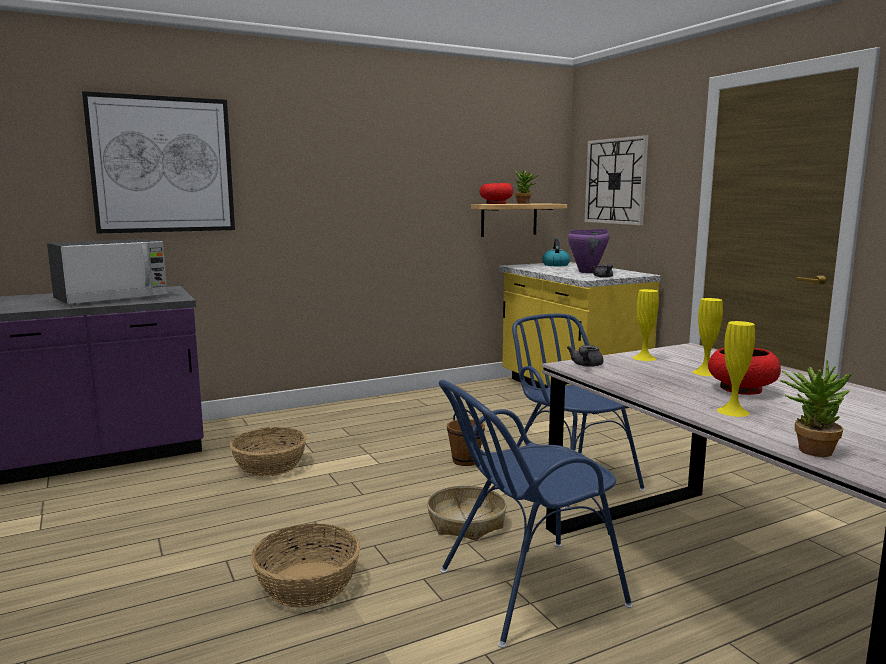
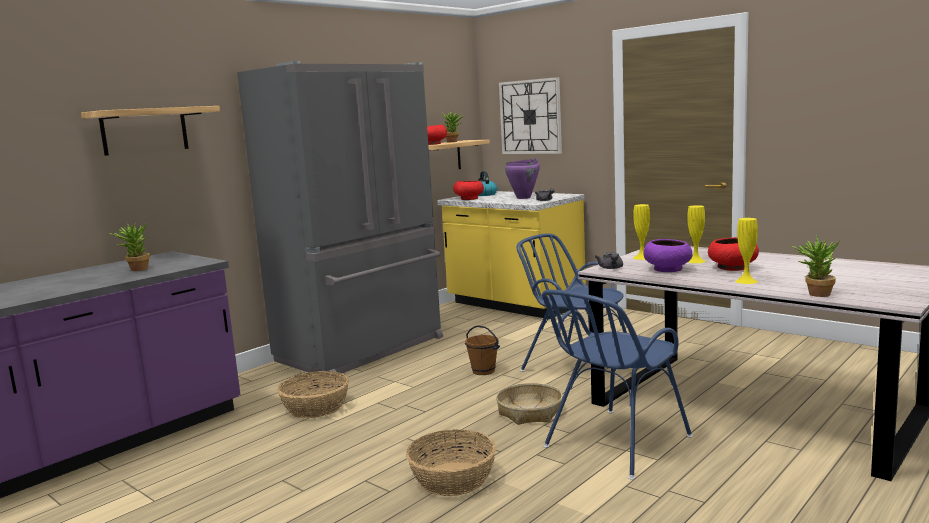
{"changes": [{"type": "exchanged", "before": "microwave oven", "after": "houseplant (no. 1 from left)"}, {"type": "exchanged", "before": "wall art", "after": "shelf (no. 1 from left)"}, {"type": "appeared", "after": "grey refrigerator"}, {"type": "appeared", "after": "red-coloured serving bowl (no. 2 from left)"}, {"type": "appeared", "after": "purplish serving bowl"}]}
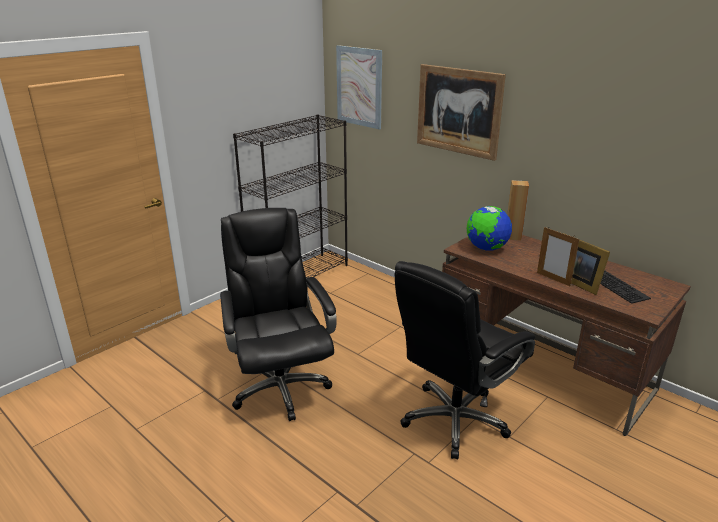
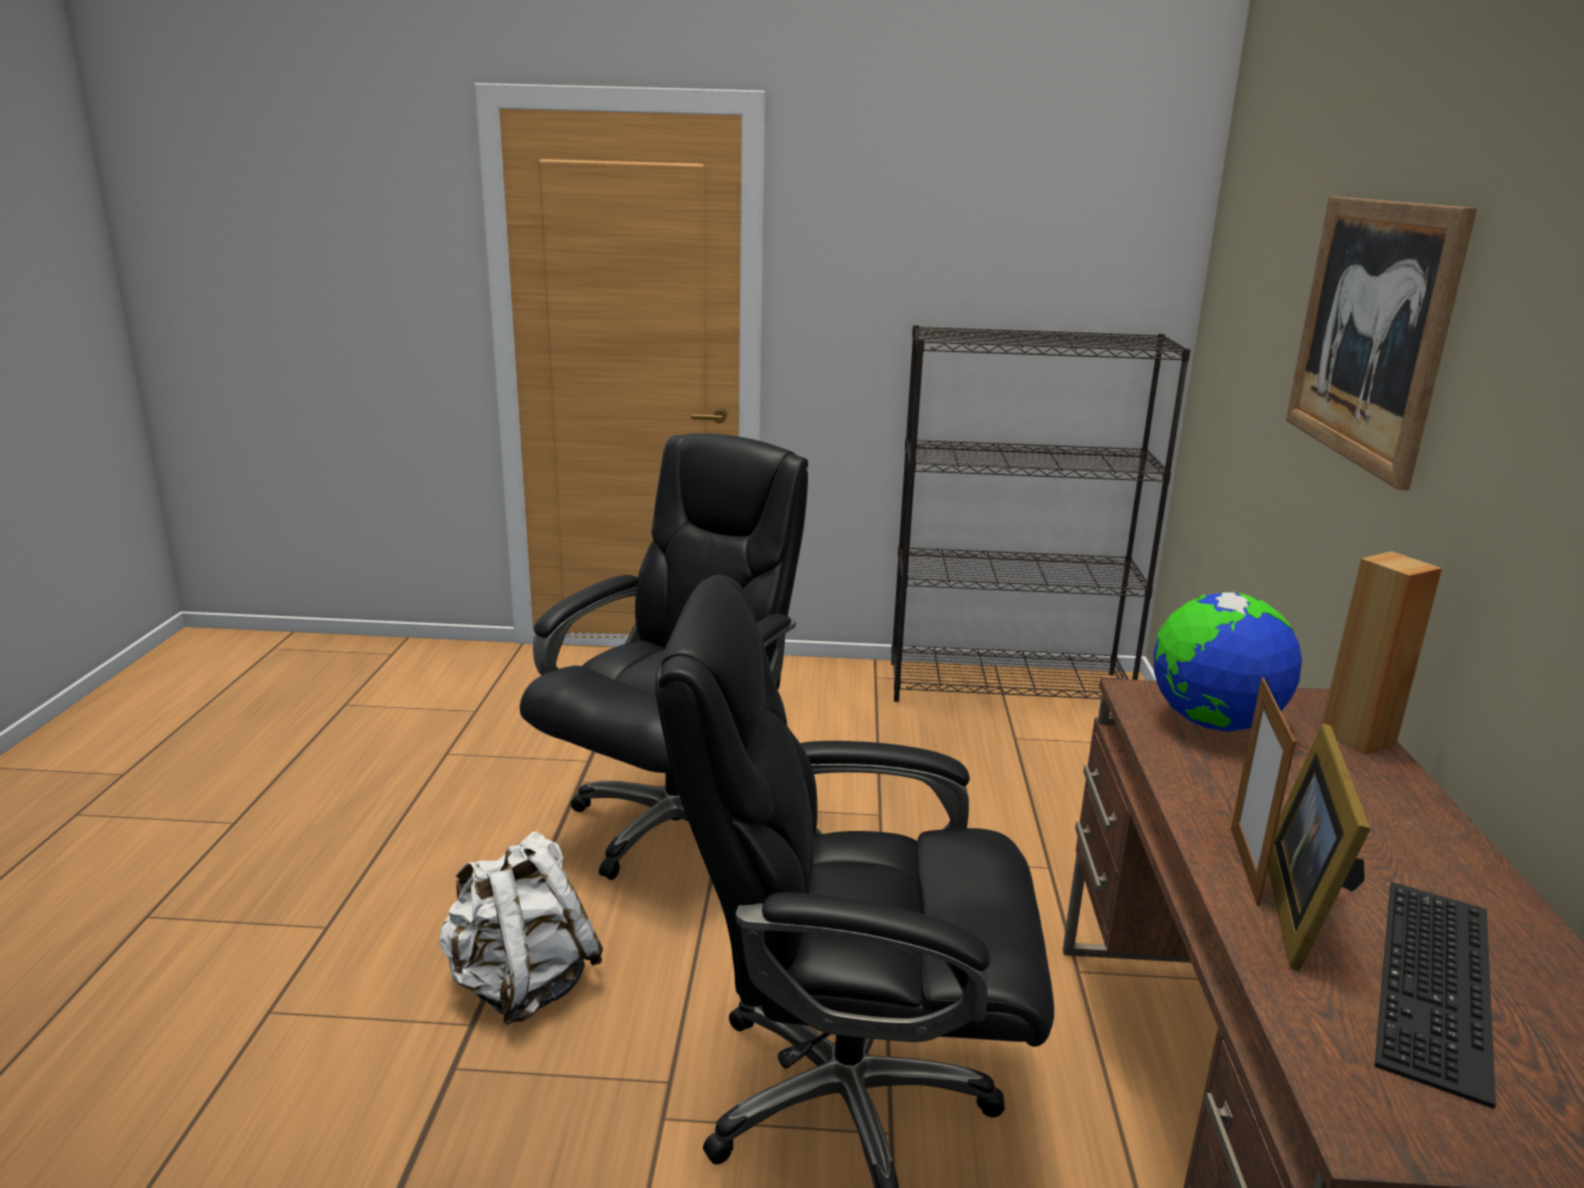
{"changes": [{"type": "missing", "before": "wall art (no. 1 from left)"}, {"type": "appeared", "after": "white-coloured knapsack"}]}
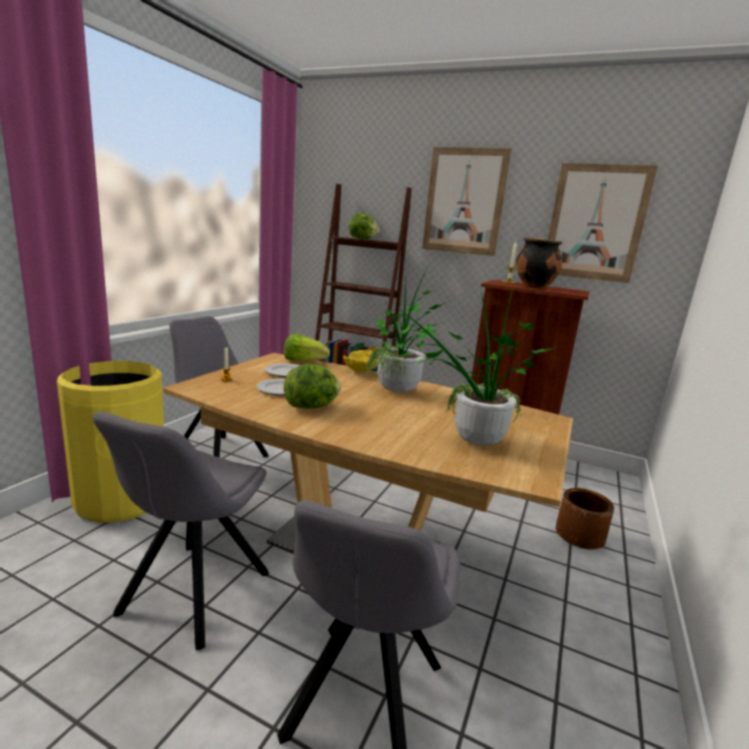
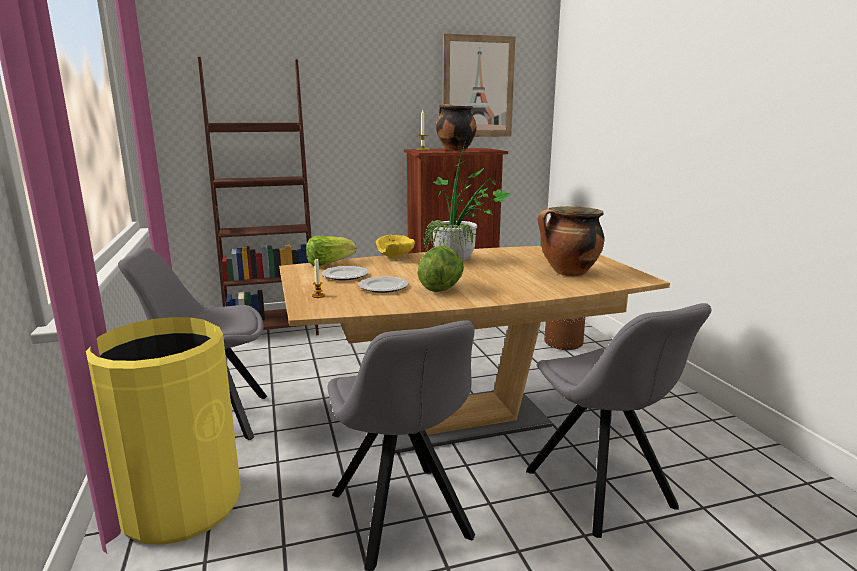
{"changes": [{"type": "missing", "before": "lettuce (no. 3 from left)"}, {"type": "exchanged", "before": "houseplant (no. 2 from left)", "after": "stockpot (no. 2 from left)"}, {"type": "missing", "before": "wall art (no. 1 from left)"}]}
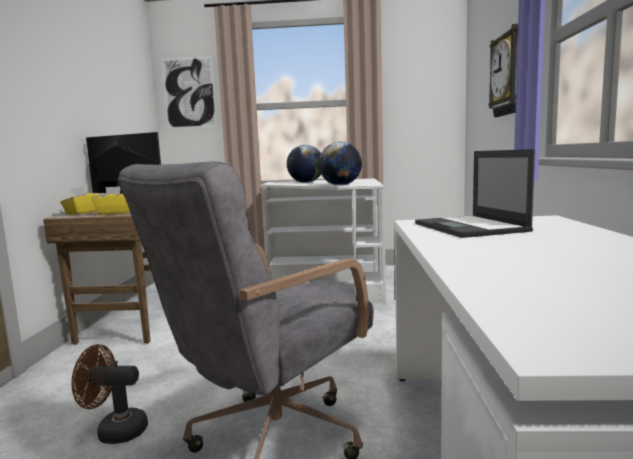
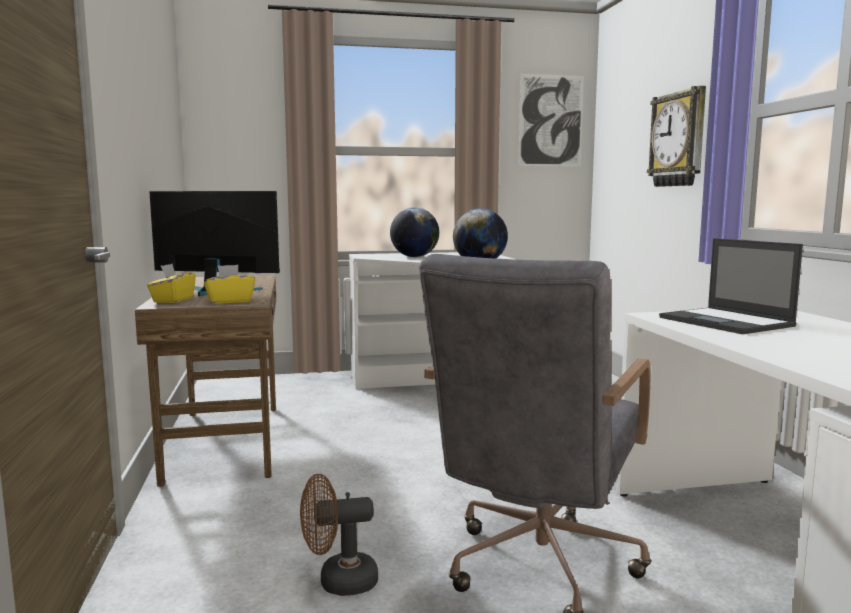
{"changes": [{"type": "relocated", "before": "wall art"}]}
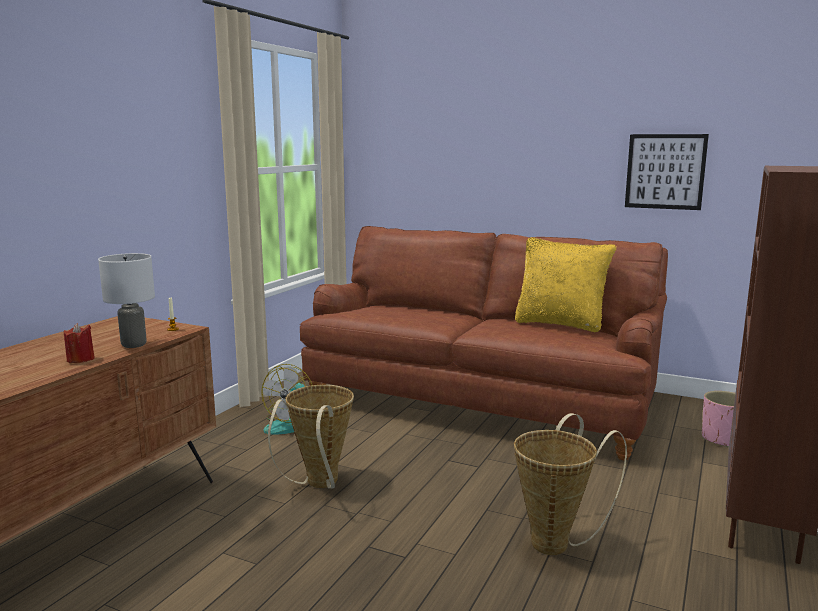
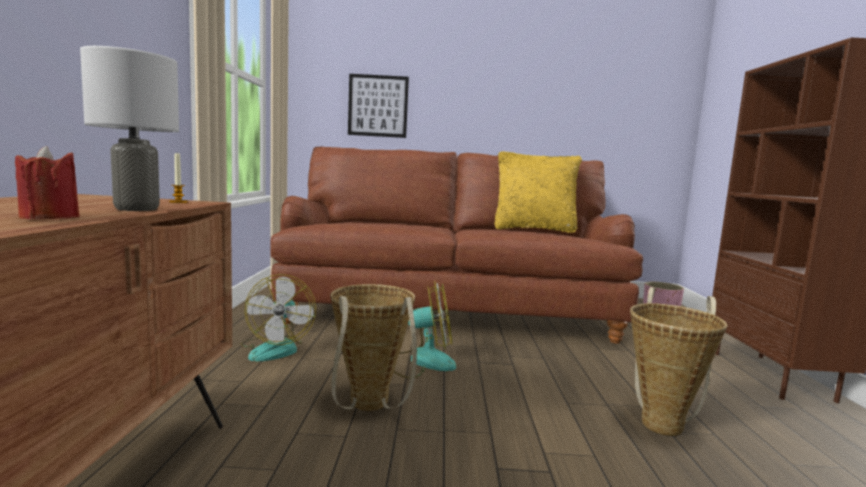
{"changes": [{"type": "relocated", "before": "wall art"}, {"type": "appeared", "after": "cooling fan (no. 2 from left)"}]}
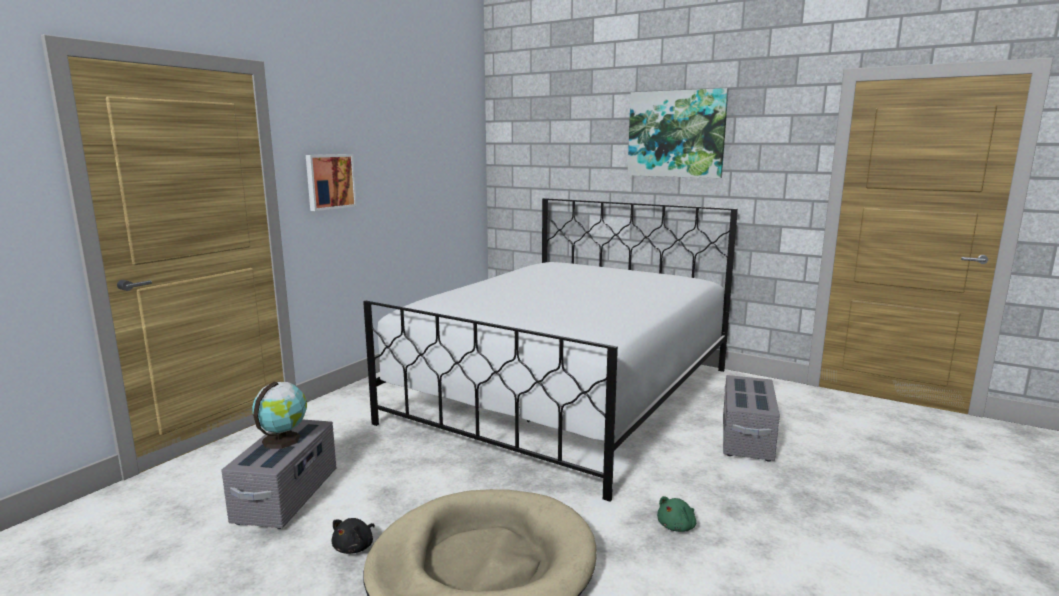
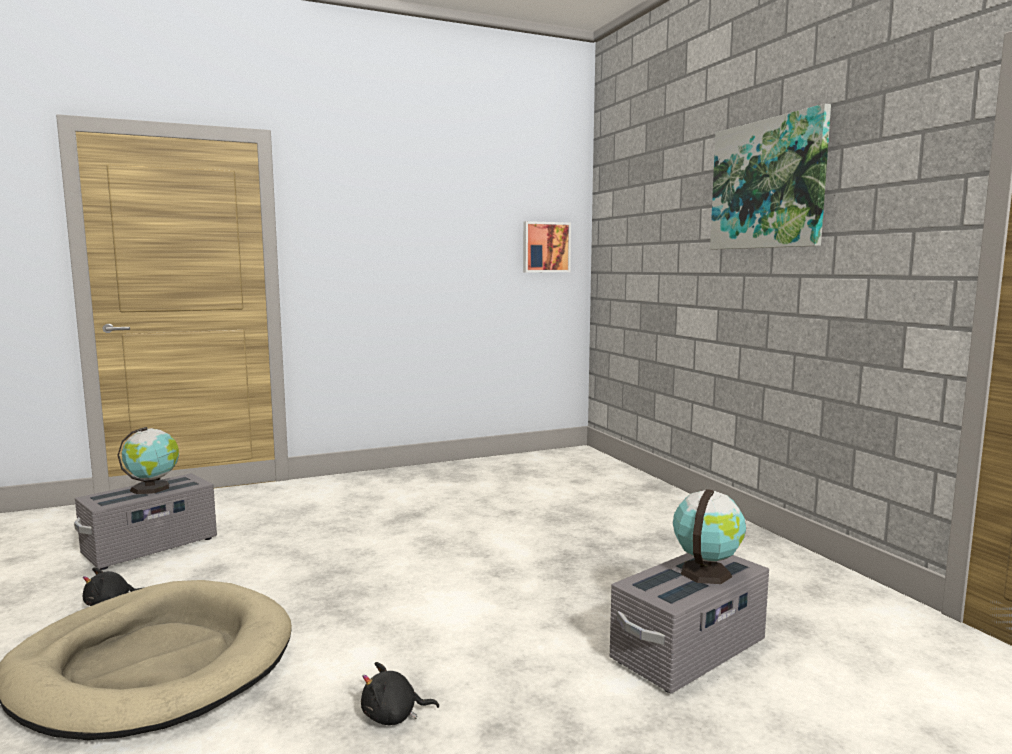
{"changes": [{"type": "relocated", "before": "wall art (no. 1 from left)"}, {"type": "missing", "before": "white-coloured bedroom bed"}, {"type": "colour", "before": "green cuddly toy", "after": "black-coloured cuddly toy (no. 2 from left)"}, {"type": "appeared", "after": "world globe (no. 2 from left)"}]}
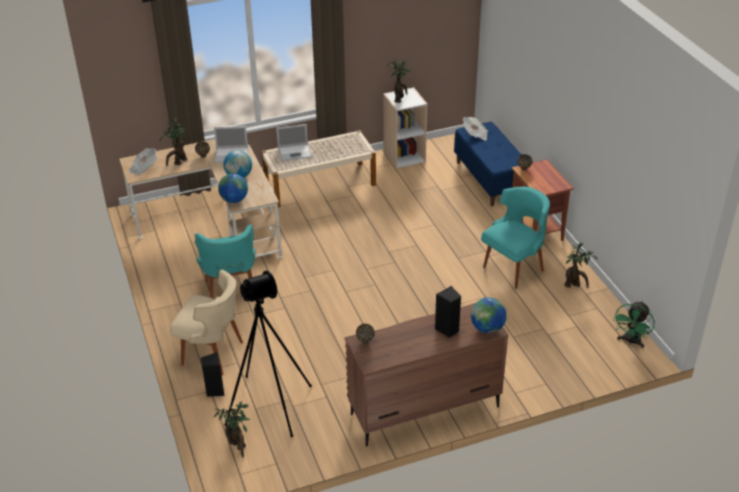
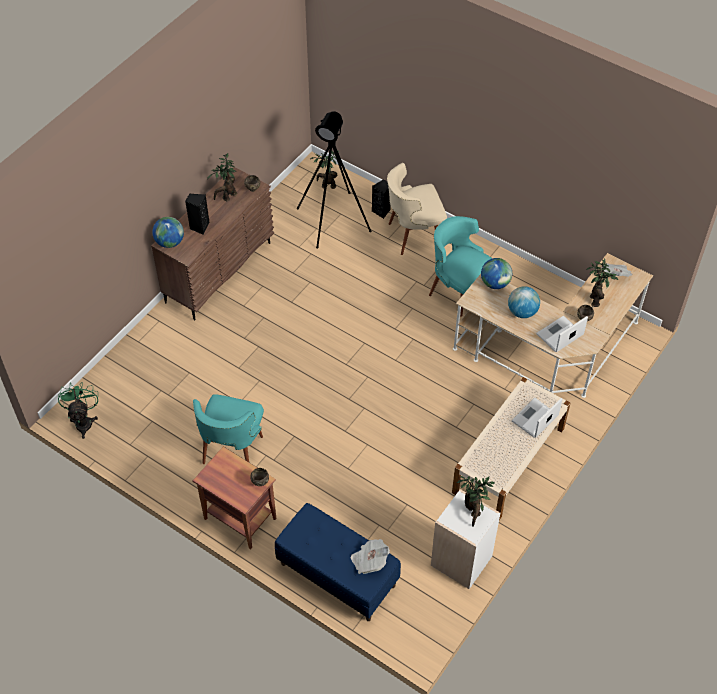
{"changes": [{"type": "relocated", "before": "houseplant (no. 4 from left in the first image)", "after": "houseplant (no. 1 from left)"}]}
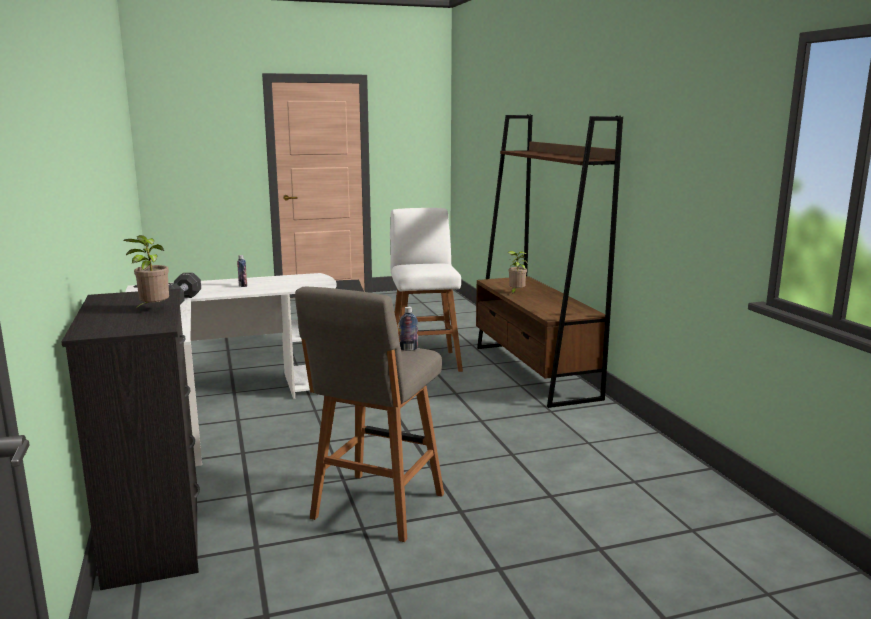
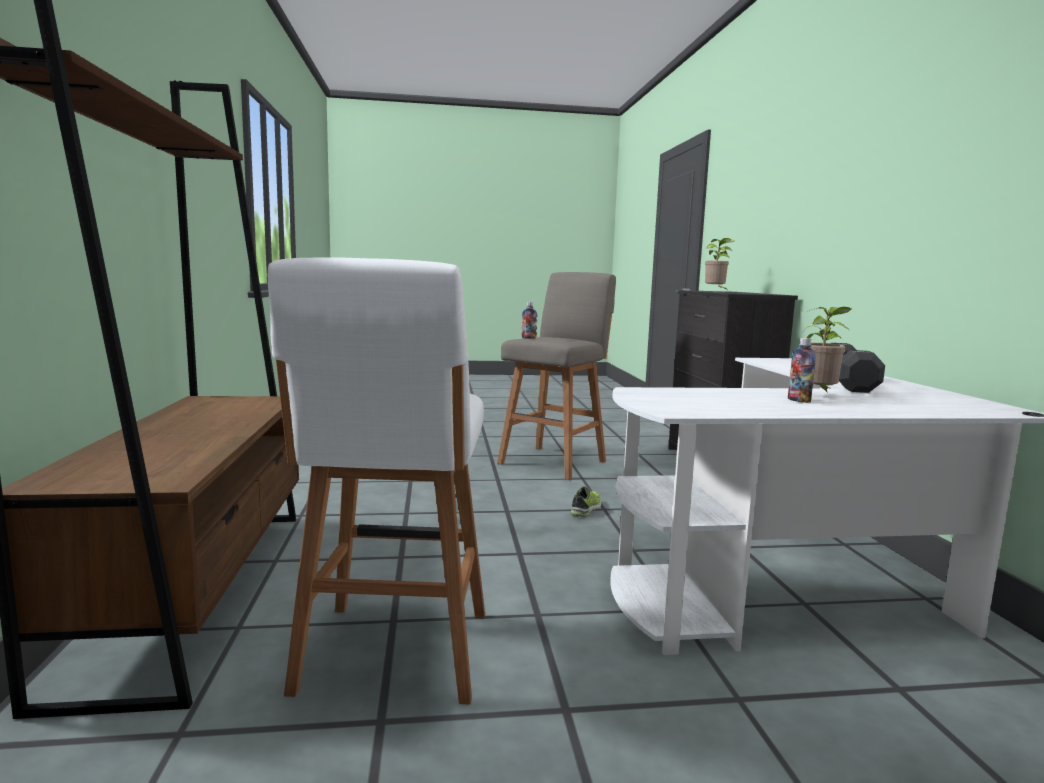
{"changes": [{"type": "relocated", "before": "houseplant (no. 2 from left)"}, {"type": "appeared", "after": "item of footwear"}]}
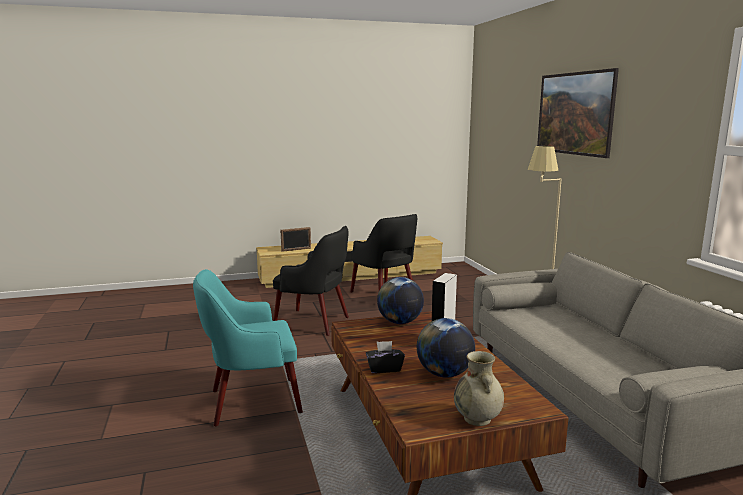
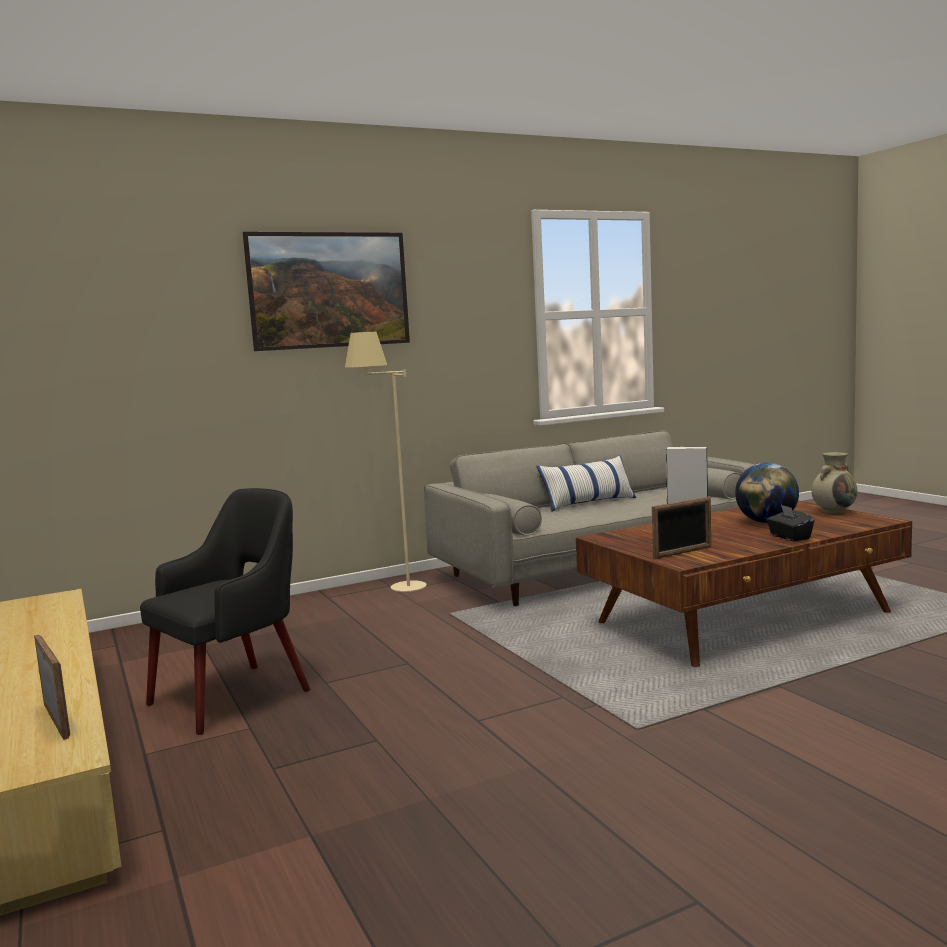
{"changes": [{"type": "missing", "before": "blue-green armchair"}, {"type": "missing", "before": "black-coloured armchair (no. 1 from left)"}, {"type": "missing", "before": "world globe (no. 1 from left)"}, {"type": "appeared", "after": "cushion"}, {"type": "appeared", "after": "picture frame (no. 2 from left)"}]}
